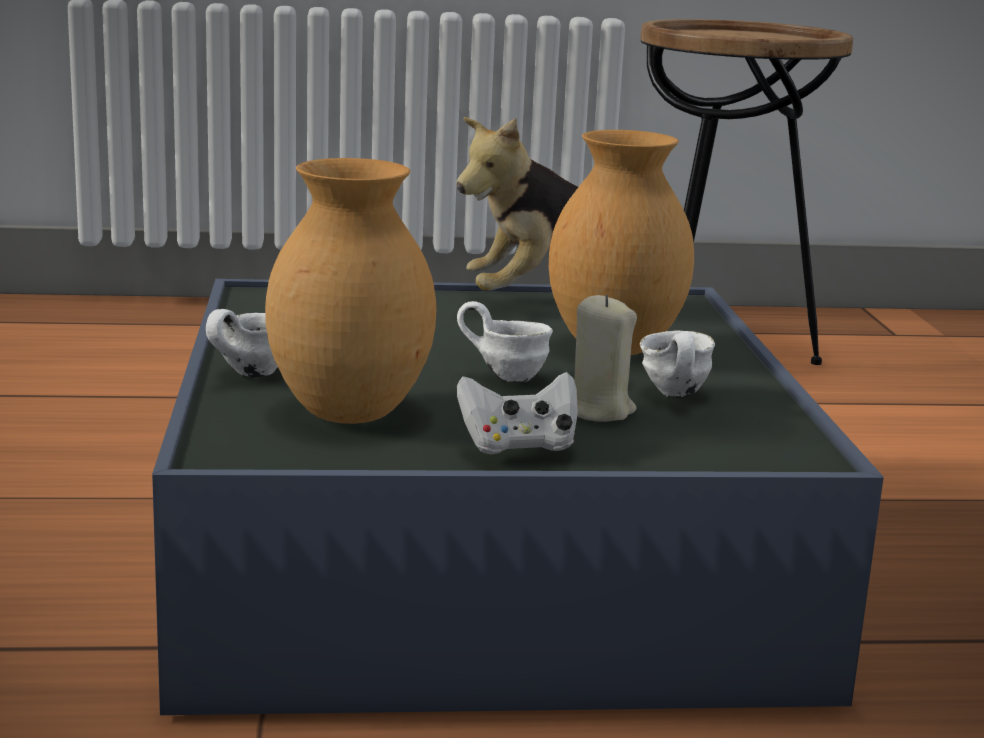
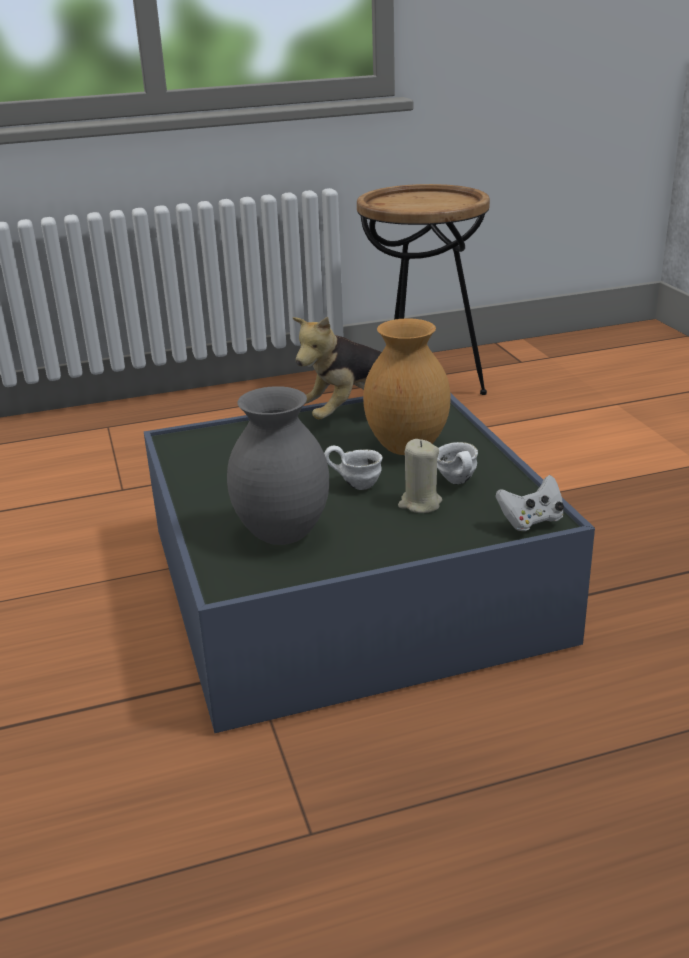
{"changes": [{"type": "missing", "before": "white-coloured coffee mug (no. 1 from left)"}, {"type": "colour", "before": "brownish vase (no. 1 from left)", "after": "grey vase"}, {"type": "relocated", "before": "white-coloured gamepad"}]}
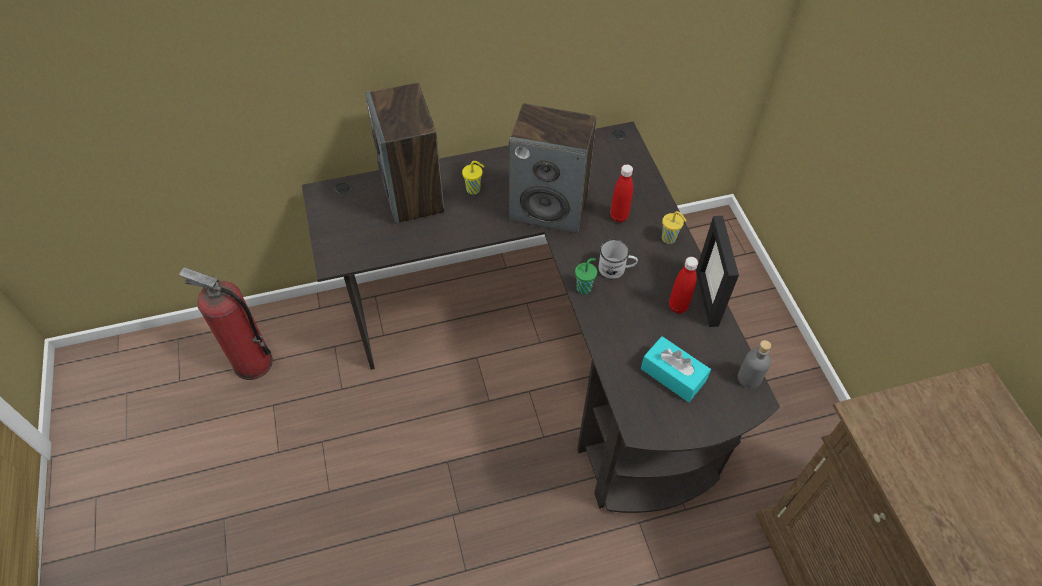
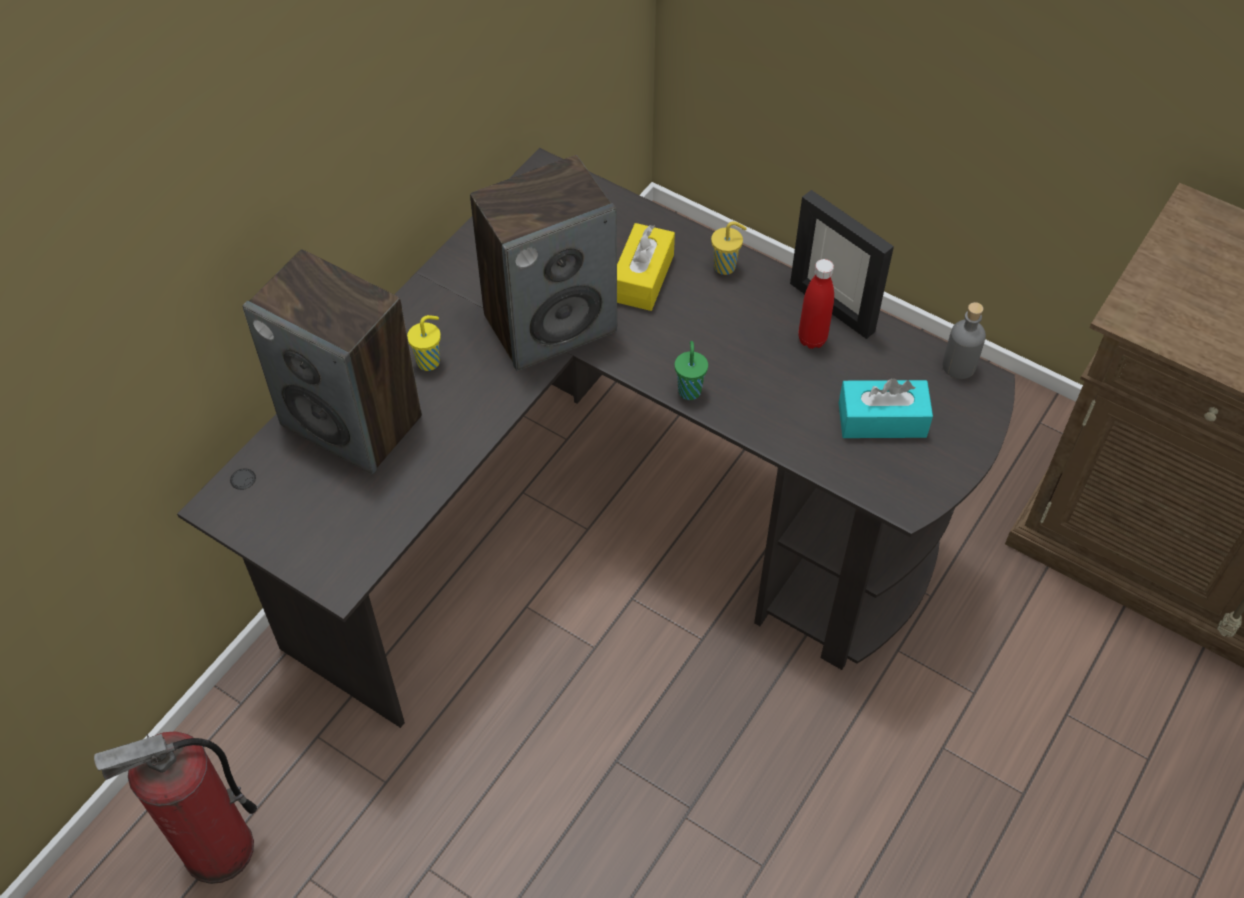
{"changes": [{"type": "missing", "before": "white-coloured coffee mug"}, {"type": "exchanged", "before": "red-coloured bottle (no. 1 from left)", "after": "yellow-coloured tissue box"}]}
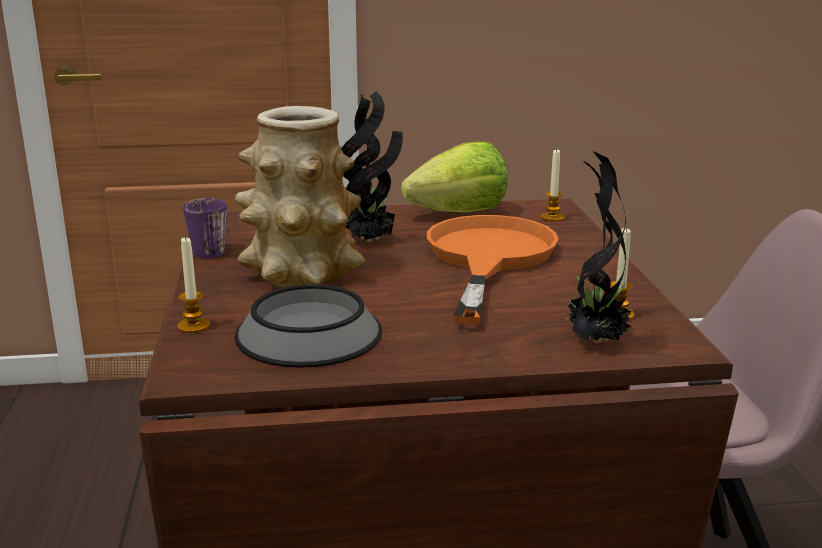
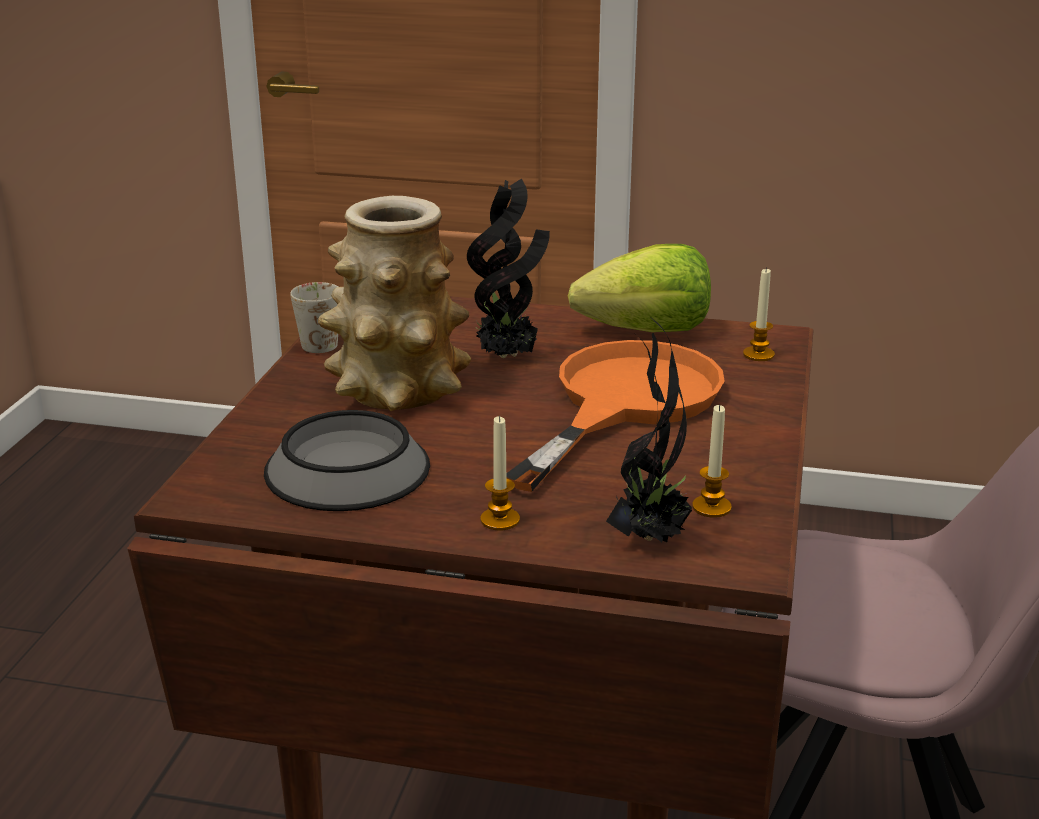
{"changes": [{"type": "relocated", "before": "candle (no. 1 from left)"}, {"type": "colour", "before": "purplish coffee mug", "after": "white-coloured coffee mug"}]}
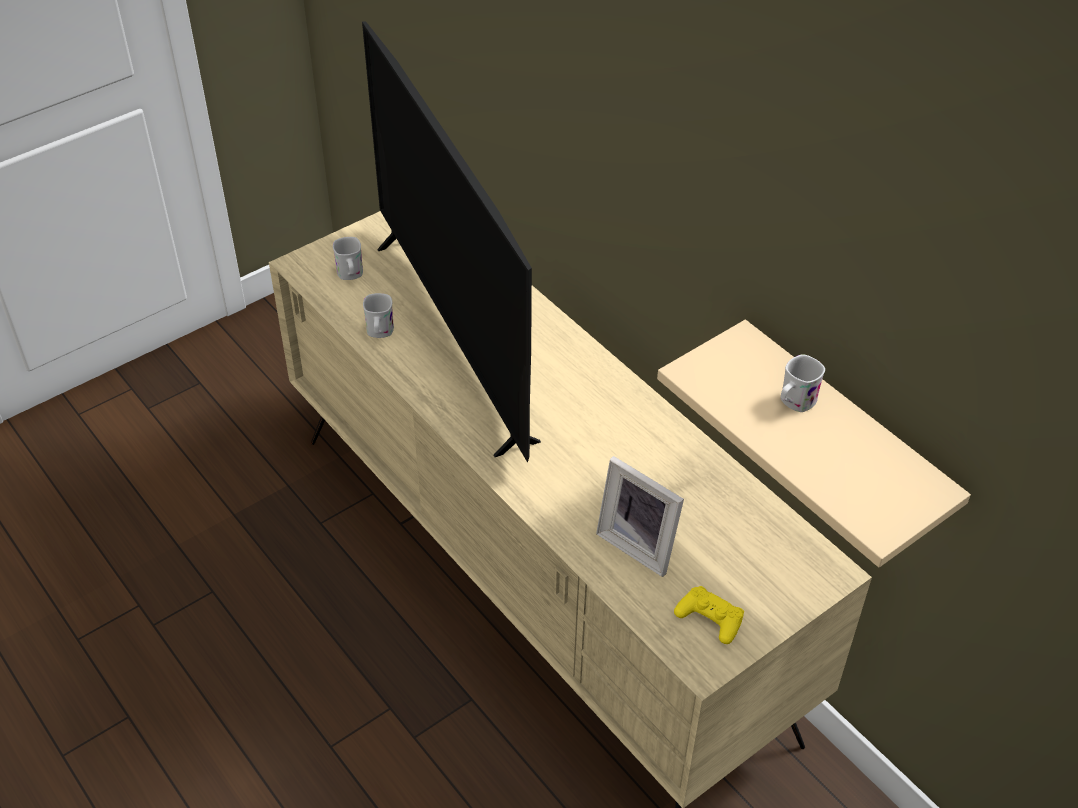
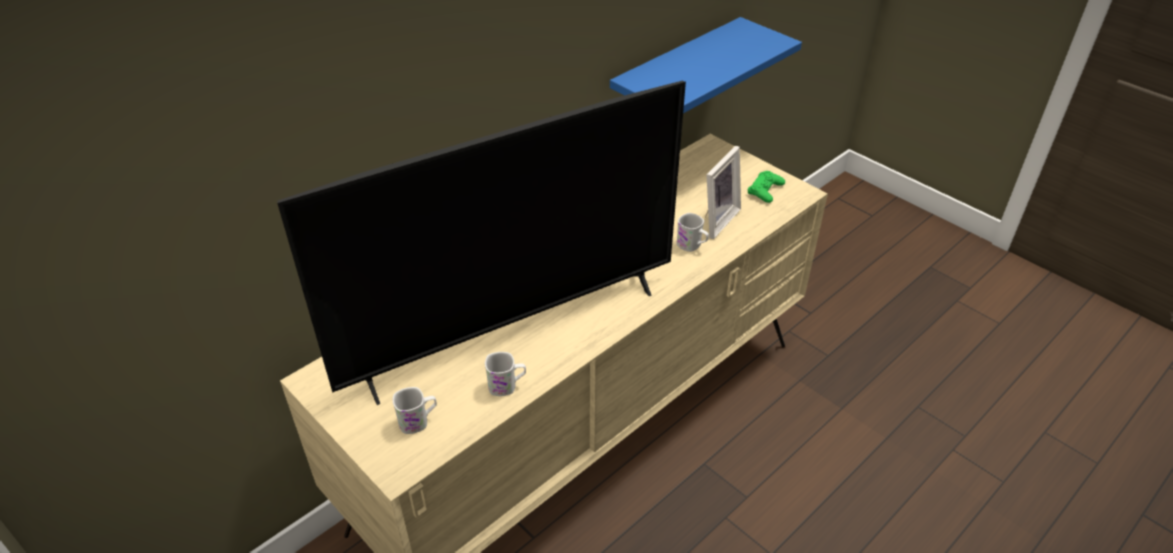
{"changes": [{"type": "colour", "before": "sand-coloured shelf", "after": "blue shelf"}, {"type": "colour", "before": "yellow-coloured gamepad", "after": "green gamepad"}, {"type": "relocated", "before": "white-coloured coffee mug (no. 3 from left)"}]}
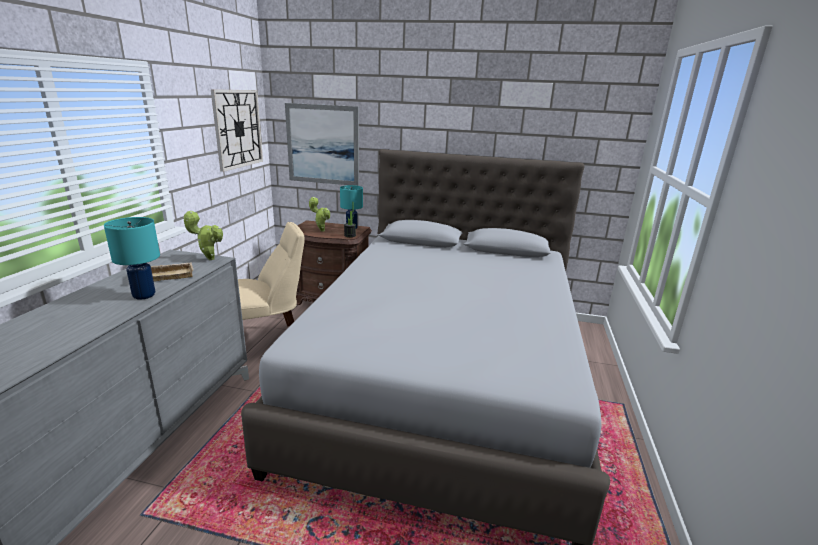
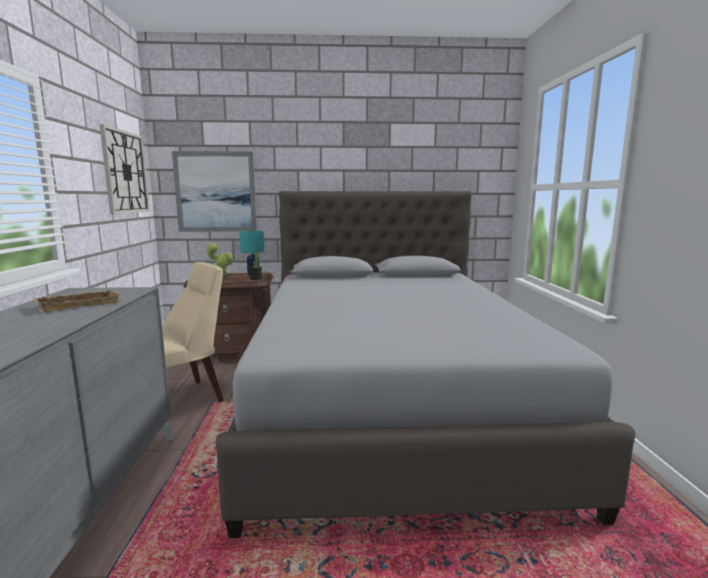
{"changes": [{"type": "missing", "before": "blue-green table lamp (no. 1 from left)"}, {"type": "missing", "before": "houseplant (no. 1 from left)"}]}
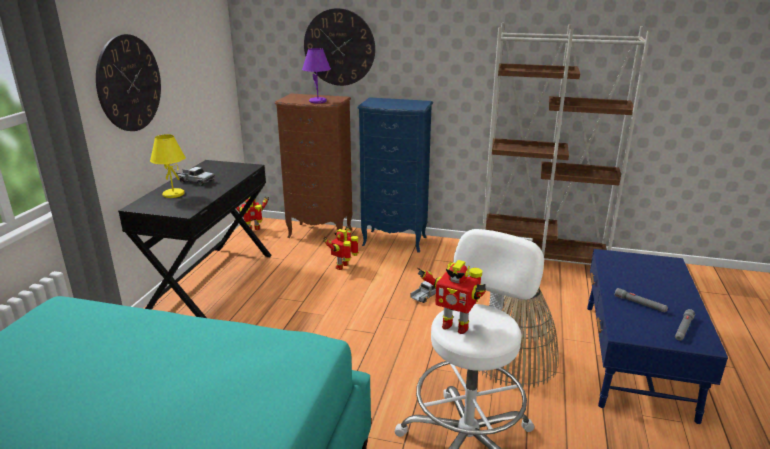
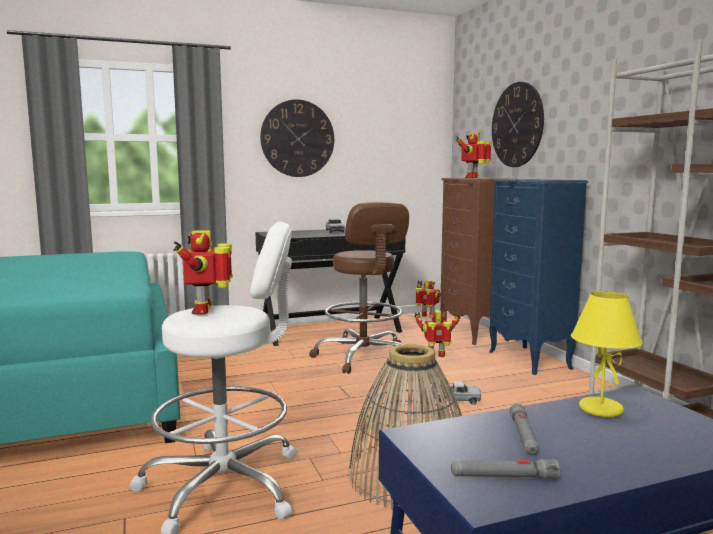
{"changes": [{"type": "relocated", "before": "yellow-coloured table lamp"}, {"type": "exchanged", "before": "purplish table lamp", "after": "robot figure (no. 4 from left)"}, {"type": "appeared", "after": "brownish sitting stool"}]}
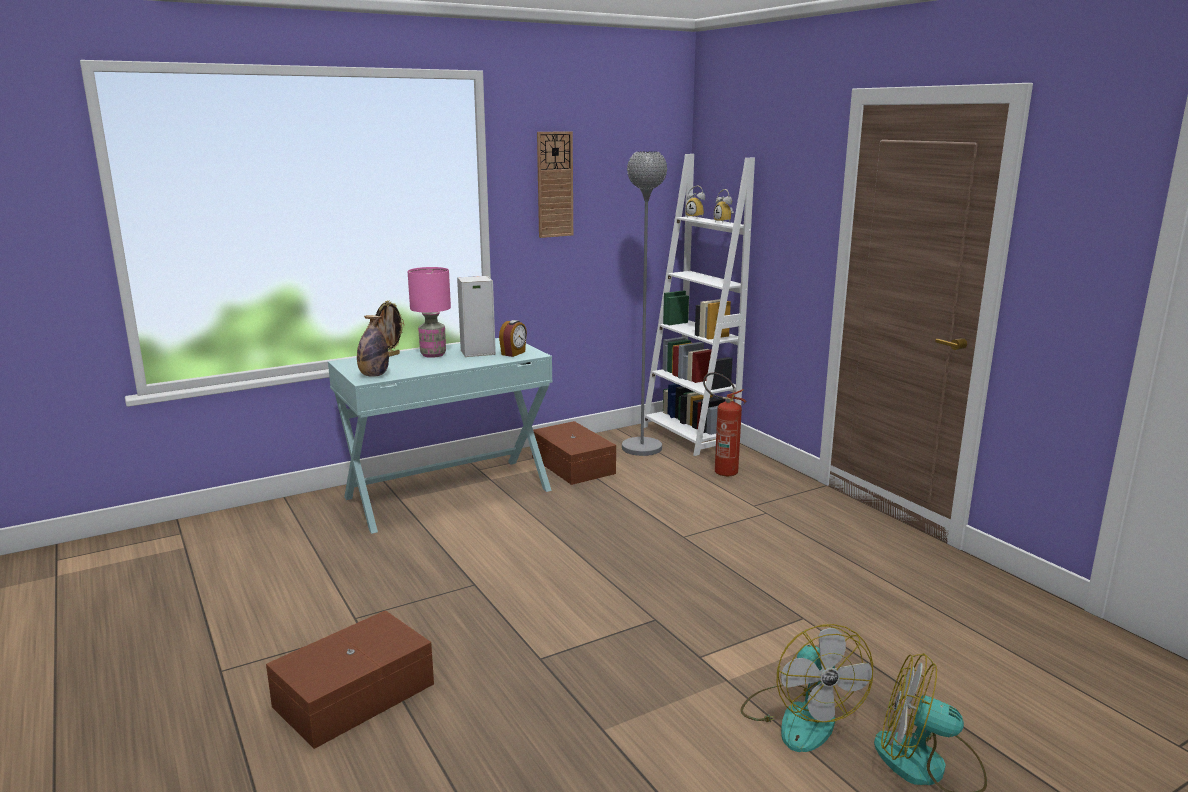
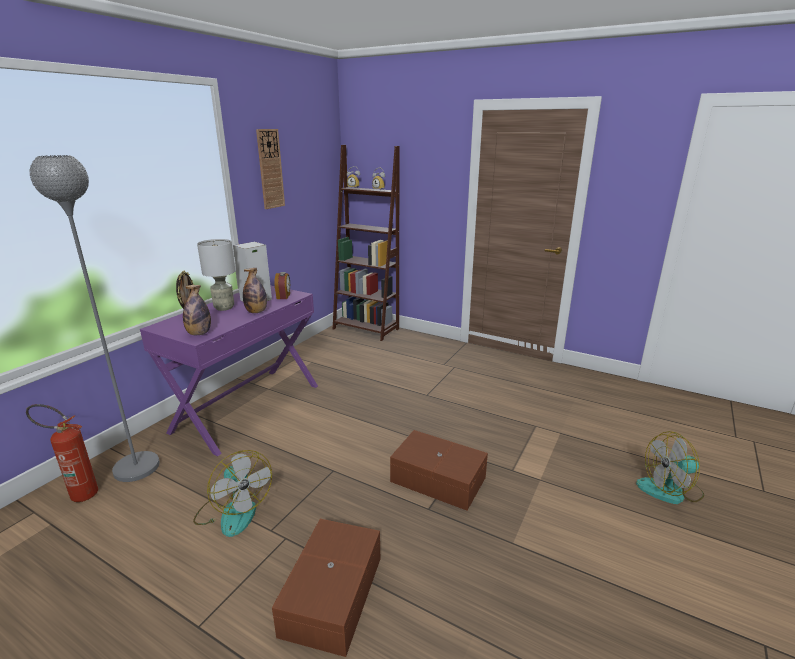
{"changes": [{"type": "colour", "before": "blue-green desk", "after": "purplish desk"}, {"type": "colour", "before": "pink table lamp", "after": "grey table lamp"}, {"type": "relocated", "before": "brownish storage bin (no. 2 from left)"}, {"type": "relocated", "before": "grey floor lamp"}, {"type": "colour", "before": "white-coloured shelving unit", "after": "brownish shelving unit"}, {"type": "relocated", "before": "fire extinguisher"}, {"type": "relocated", "before": "cooling fan (no. 1 from left)"}, {"type": "appeared", "after": "bottle (no. 2 from left)"}]}
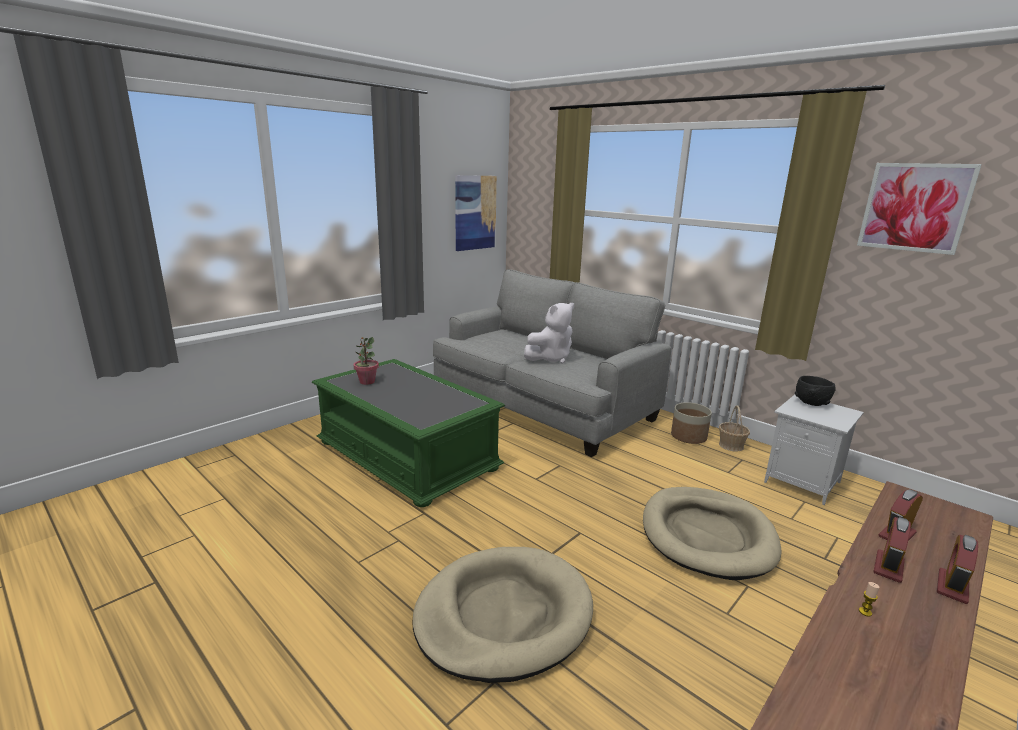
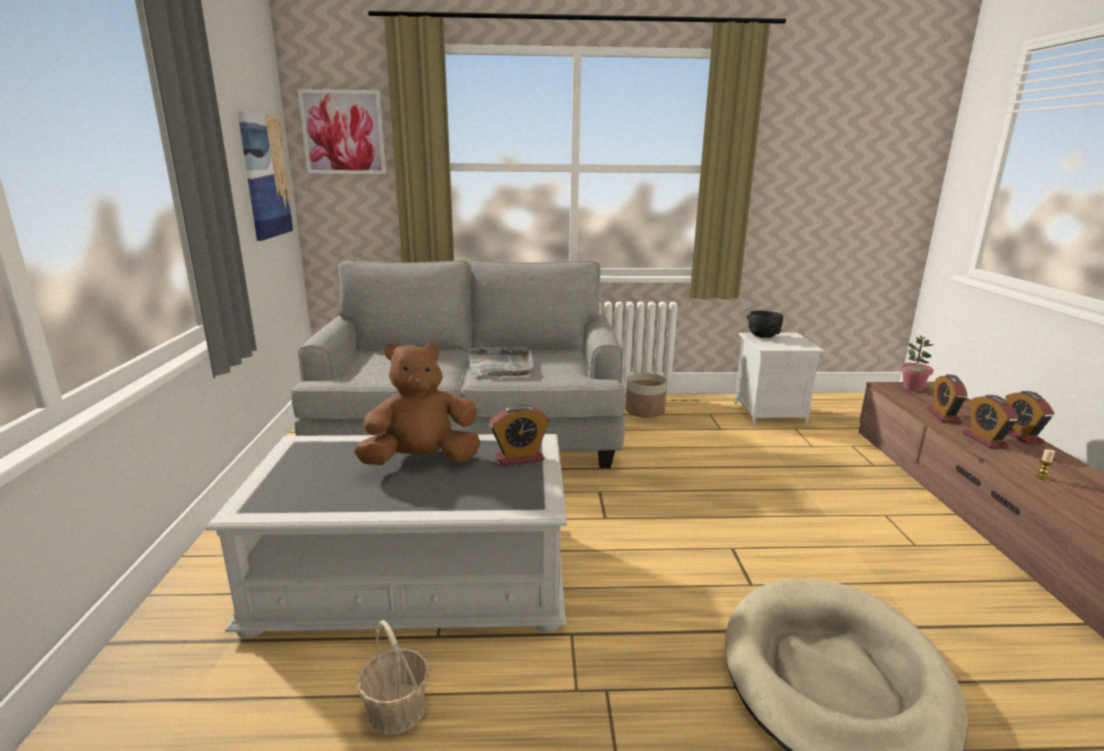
{"changes": [{"type": "colour", "before": "green low table", "after": "white-coloured low table"}, {"type": "relocated", "before": "houseplant"}, {"type": "exchanged", "before": "white-coloured cuddly toy", "after": "grey serving tray"}, {"type": "missing", "before": "sand-coloured pet bed (no. 2 from left)"}, {"type": "relocated", "before": "basket"}, {"type": "relocated", "before": "wall art (no. 2 from left)"}, {"type": "appeared", "after": "brownish cuddly toy"}, {"type": "appeared", "after": "table clock (no. 1 from left)"}]}
